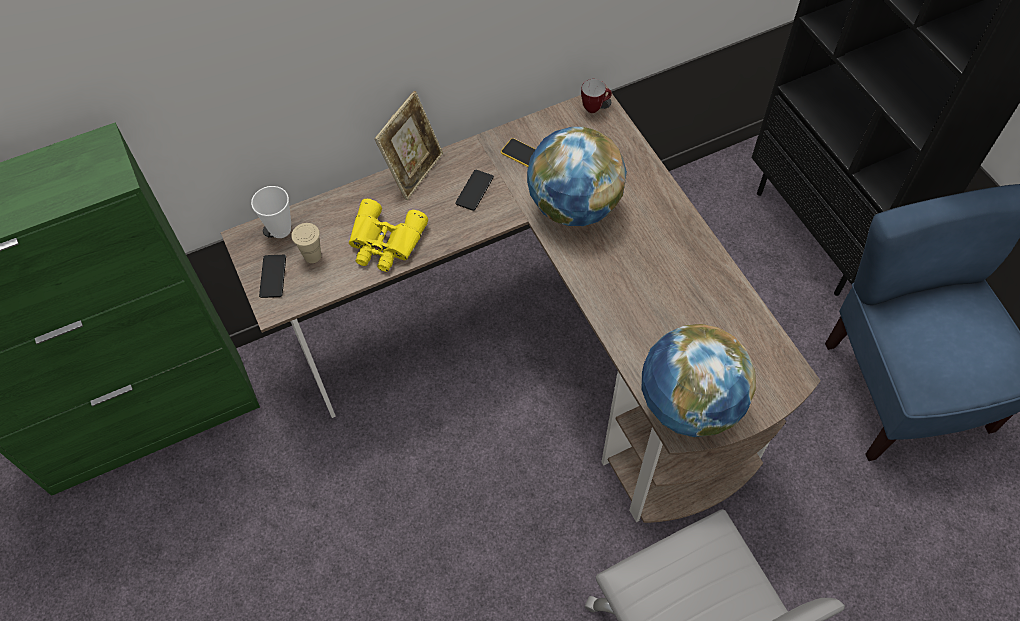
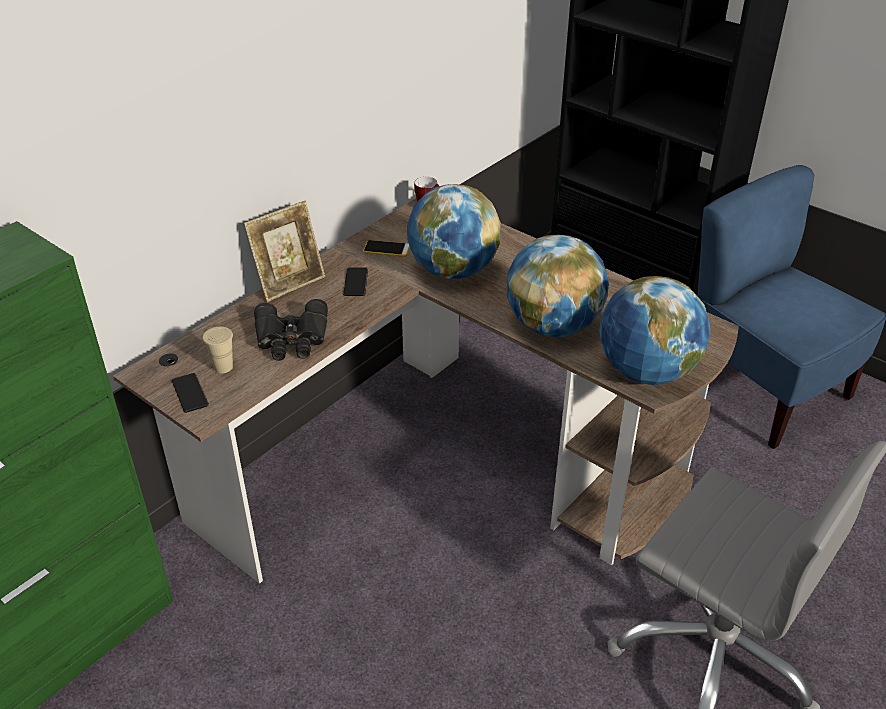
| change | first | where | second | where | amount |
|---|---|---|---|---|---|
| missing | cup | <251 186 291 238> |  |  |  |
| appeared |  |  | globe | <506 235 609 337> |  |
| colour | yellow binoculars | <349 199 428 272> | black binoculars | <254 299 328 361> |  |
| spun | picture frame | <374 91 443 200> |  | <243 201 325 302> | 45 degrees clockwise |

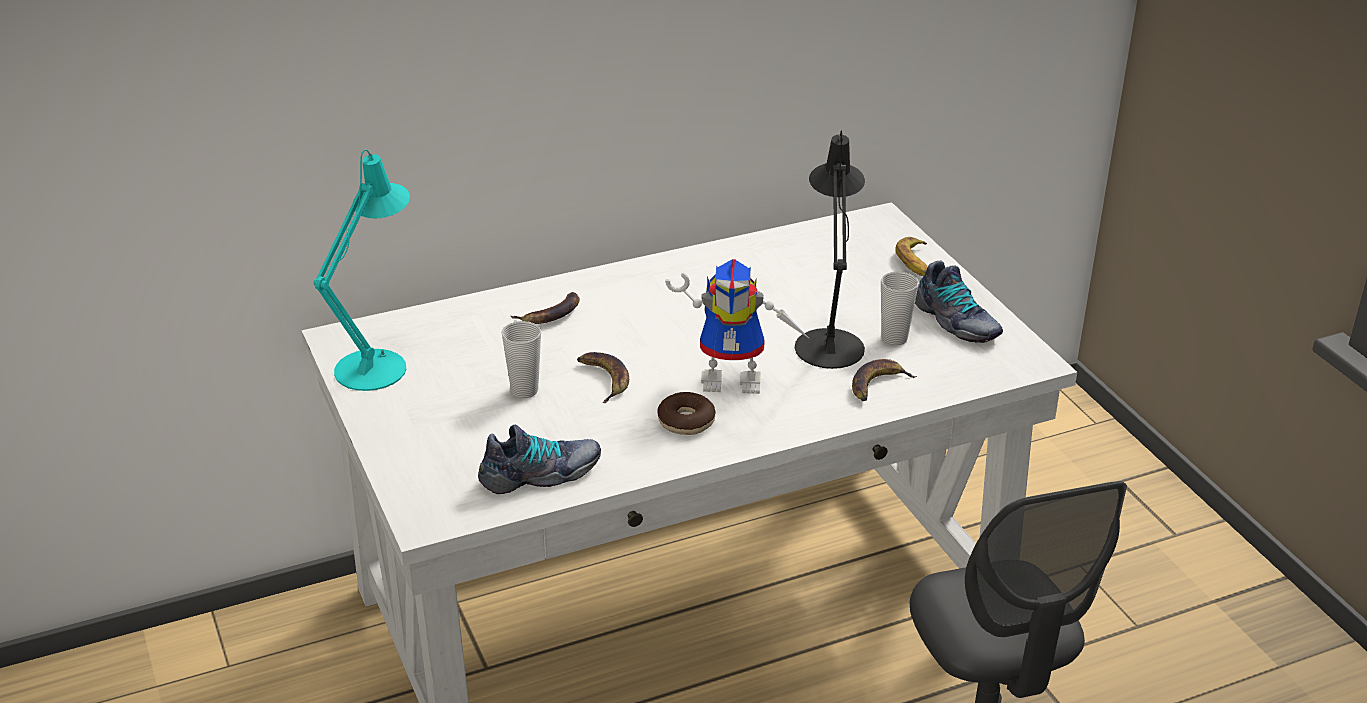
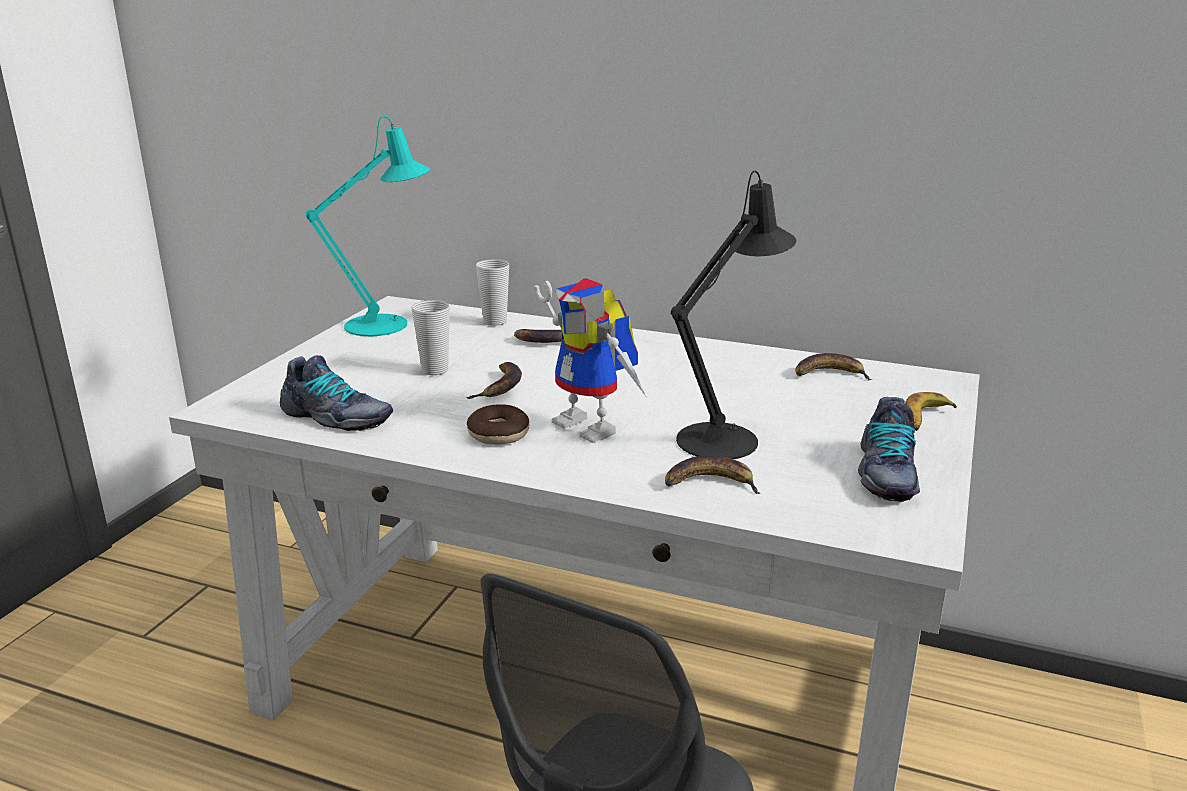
| change | first | where | second | where | amount |
|---|---|---|---|---|---|
| appeared |  |  | banana | <795 353 872 380> |  |
| relocated | cup | <881 271 919 346> |  | <476 259 509 326> |  |

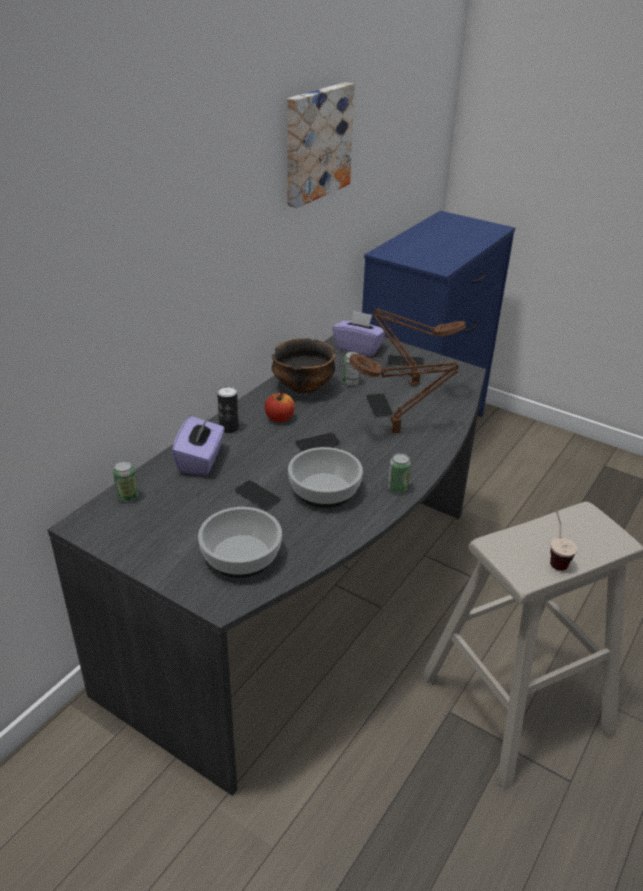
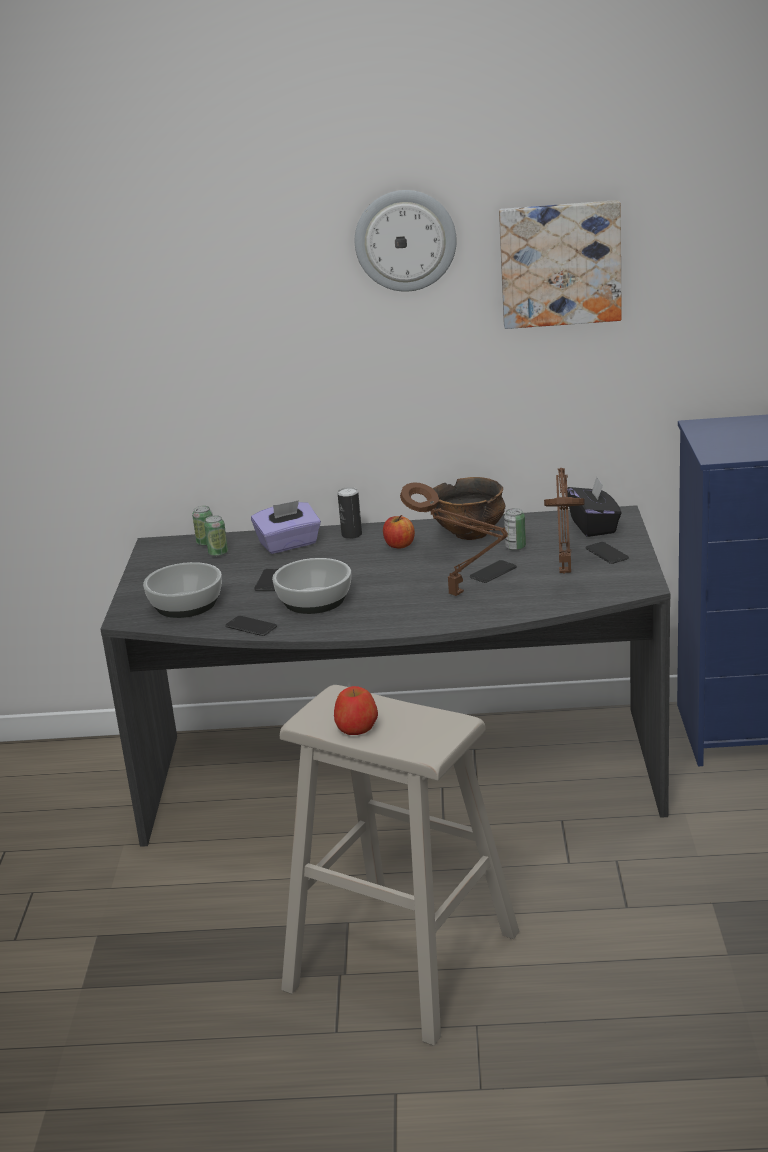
| change | first | where | second | where | amount |
|---|---|---|---|---|---|
| appeared |  |  | wall clock | <355 190 457 292> |  |
| relocated | phone | <295 433 340 452> |  | <225 616 277 636> |  |
| relocated | can | <388 453 411 494> |  | <204 515 228 557> |  |
| exchanged | cup | <550 510 577 571> | apple | <334 686 378 735> |  |
| colour | purple tissue box | <333 310 386 356> | black tissue box | <567 477 622 537> |  |

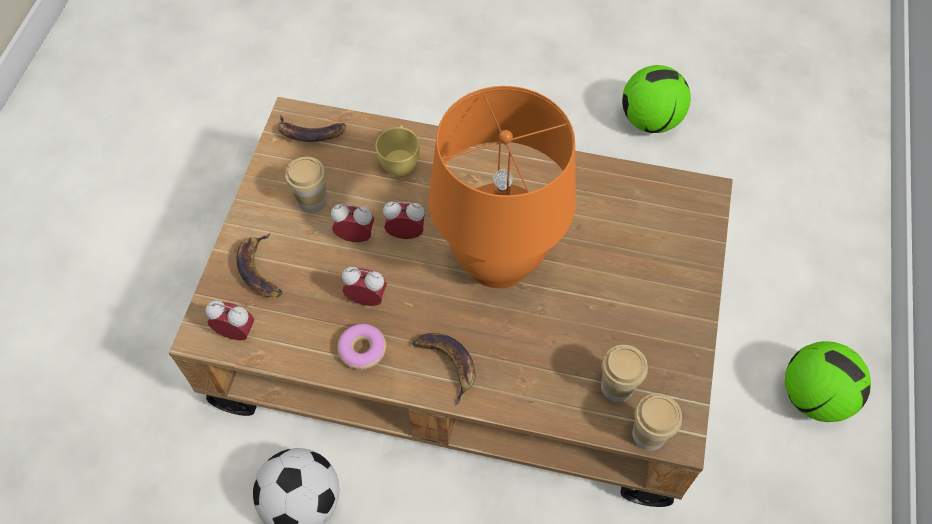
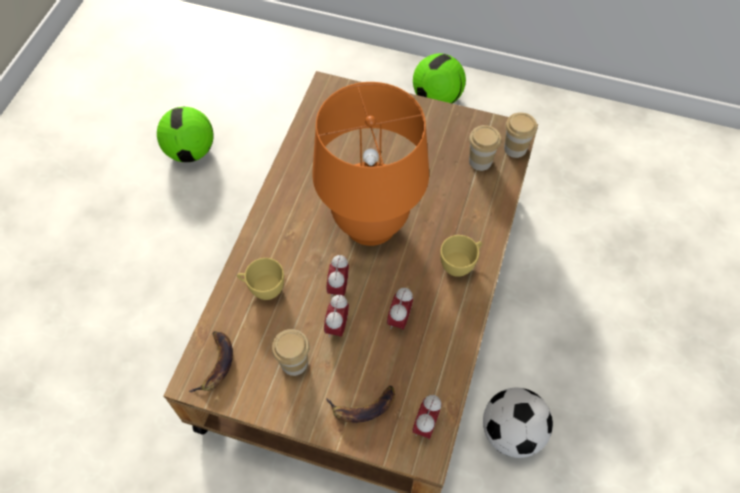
| change | first | where | second | where | amount |
|---|---|---|---|---|---|
| missing | donut | <337 324 386 370> |  |  |  |
| exchanged | banana | <412 333 476 405> | yellow cup | <440 235 482 277> |  |

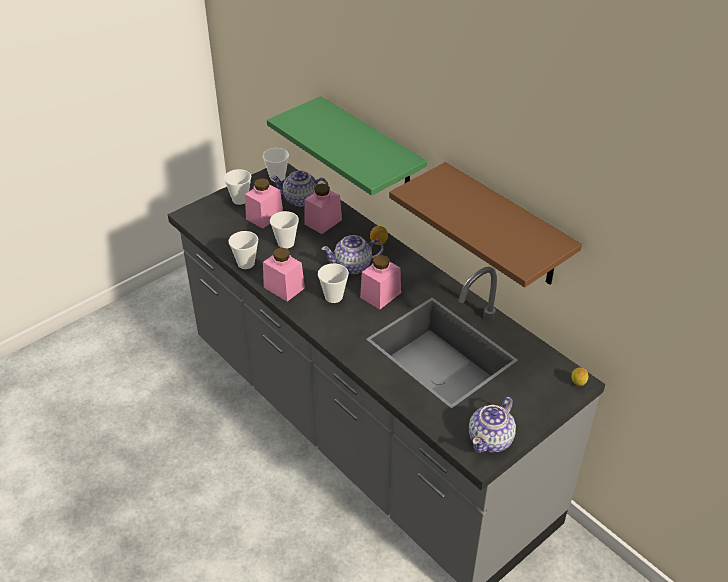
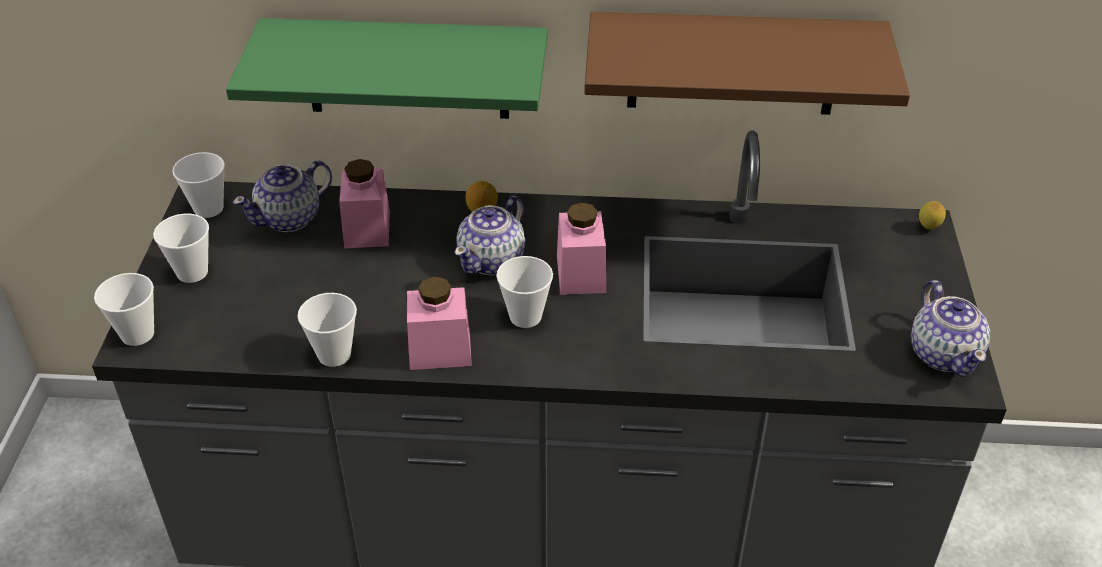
| change | first | where | second | where | amount |
|---|---|---|---|---|---|
| missing | pink jar | <245 178 283 229> |  |  |  |
| relocated | cup | <270 211 299 248> |  | <94 273 154 346> |  |

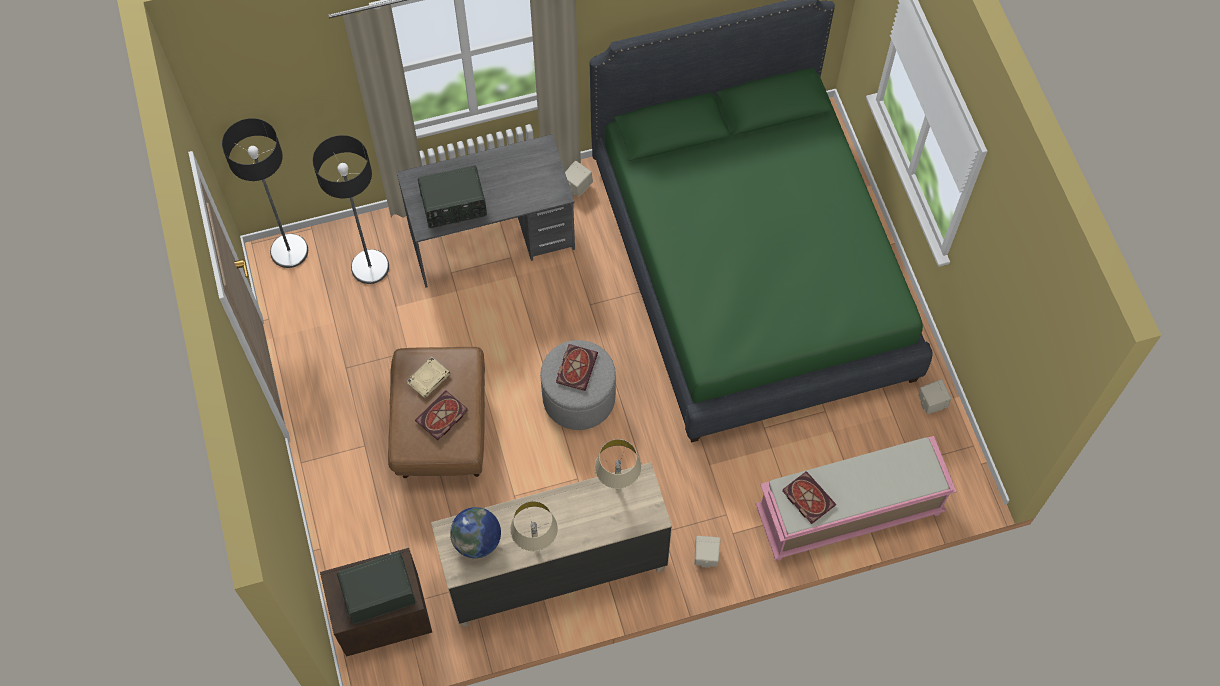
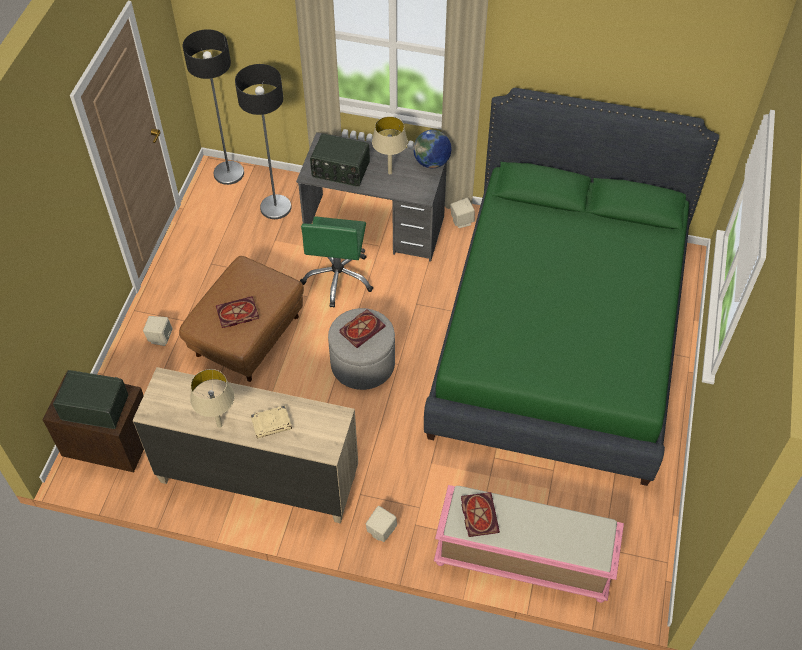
| change | first | where | second | where | amount |
|---|---|---|---|---|---|
| appeared |  |  | green office chair | <300 216 373 308> |  |
| relocated | beige book | <407 357 450 398> |  | <250 405 292 439> |  |
| relocated | globe | <450 507 501 558> |  | <413 130 451 168> |  |
| relocated | beige table lamp | <595 439 641 490> |  | <372 116 408 174> |  |
| relocated | beige speaker | <918 379 951 414> |  | <143 316 173 346> |  |

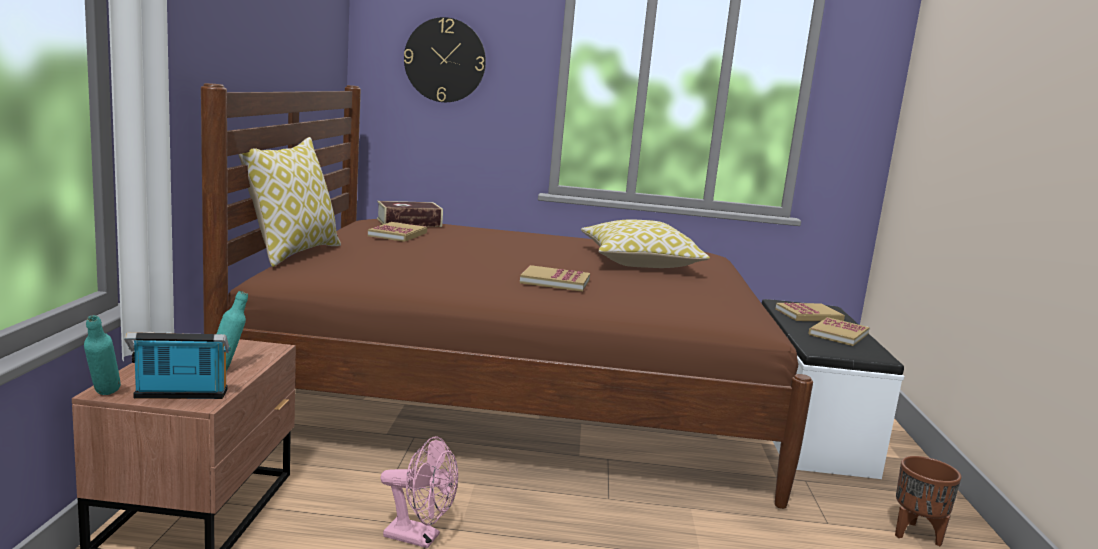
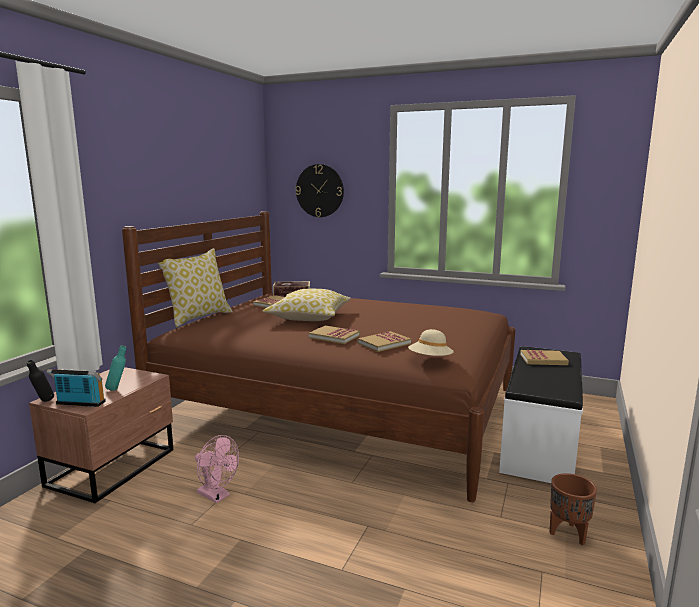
| change | first | where | second | where | amount |
|---|---|---|---|---|---|
| appeared |  |  | beige hat | <408 329 454 356> |  |
| relocated | pillow | <581 220 710 268> |  | <263 289 351 321> |  |
| relocated | book | <808 317 870 346> |  | <358 331 411 352> |  |
| colour | turquoise bottle | <84 315 121 395> | black bottle | <27 360 54 402> |  |

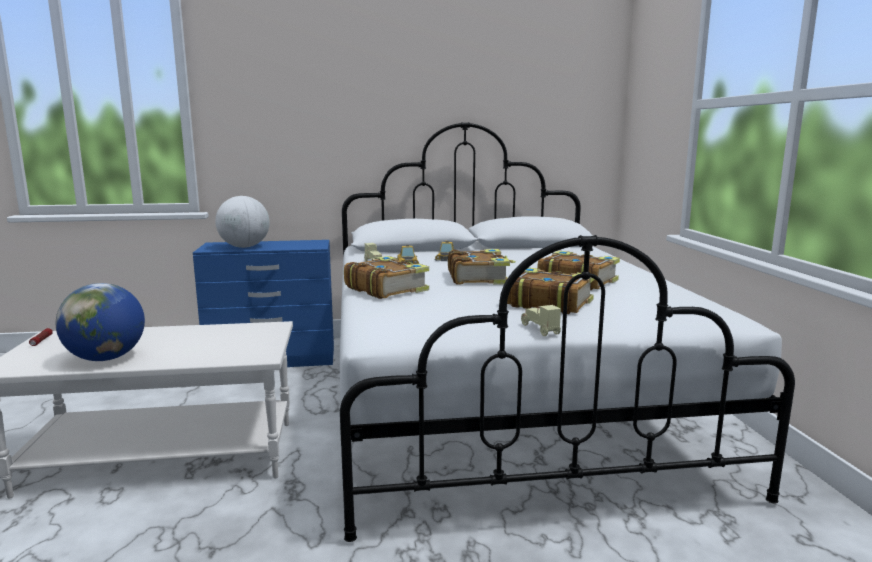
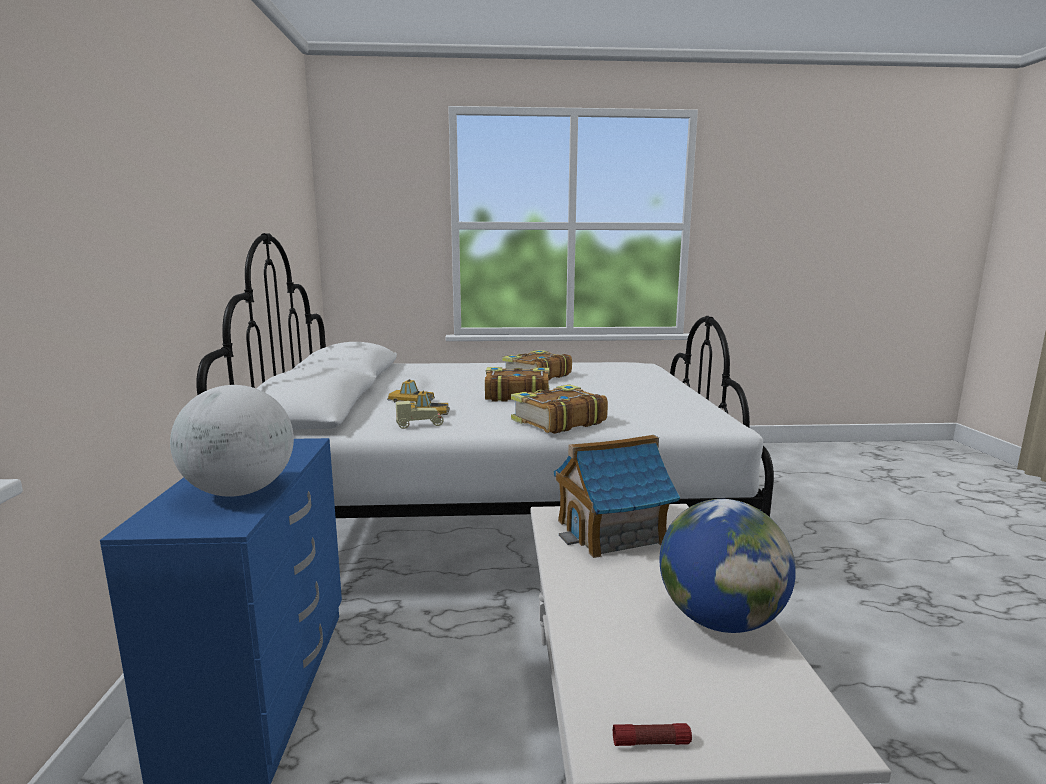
| change | first | where | second | where | amount |
|---|---|---|---|---|---|
| missing | book | <505 268 595 314> |  |  |  |
| missing | beige toy car | <521 305 561 336> |  |  |  |
| appeared |  |  | toy house | <554 435 680 558> |  |

